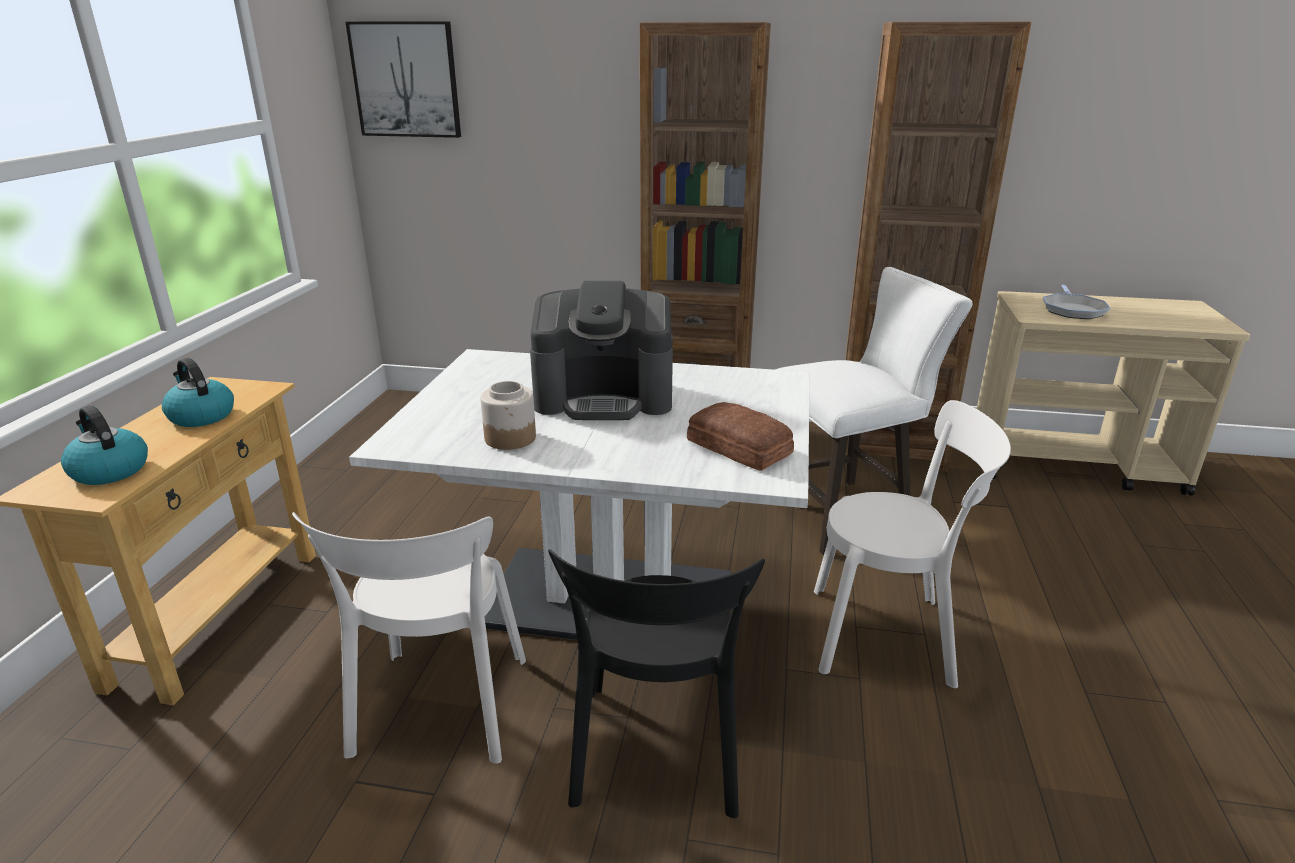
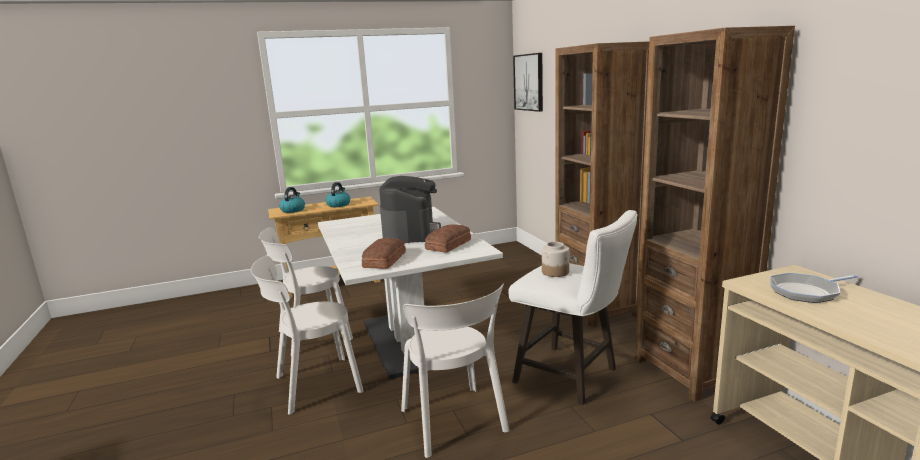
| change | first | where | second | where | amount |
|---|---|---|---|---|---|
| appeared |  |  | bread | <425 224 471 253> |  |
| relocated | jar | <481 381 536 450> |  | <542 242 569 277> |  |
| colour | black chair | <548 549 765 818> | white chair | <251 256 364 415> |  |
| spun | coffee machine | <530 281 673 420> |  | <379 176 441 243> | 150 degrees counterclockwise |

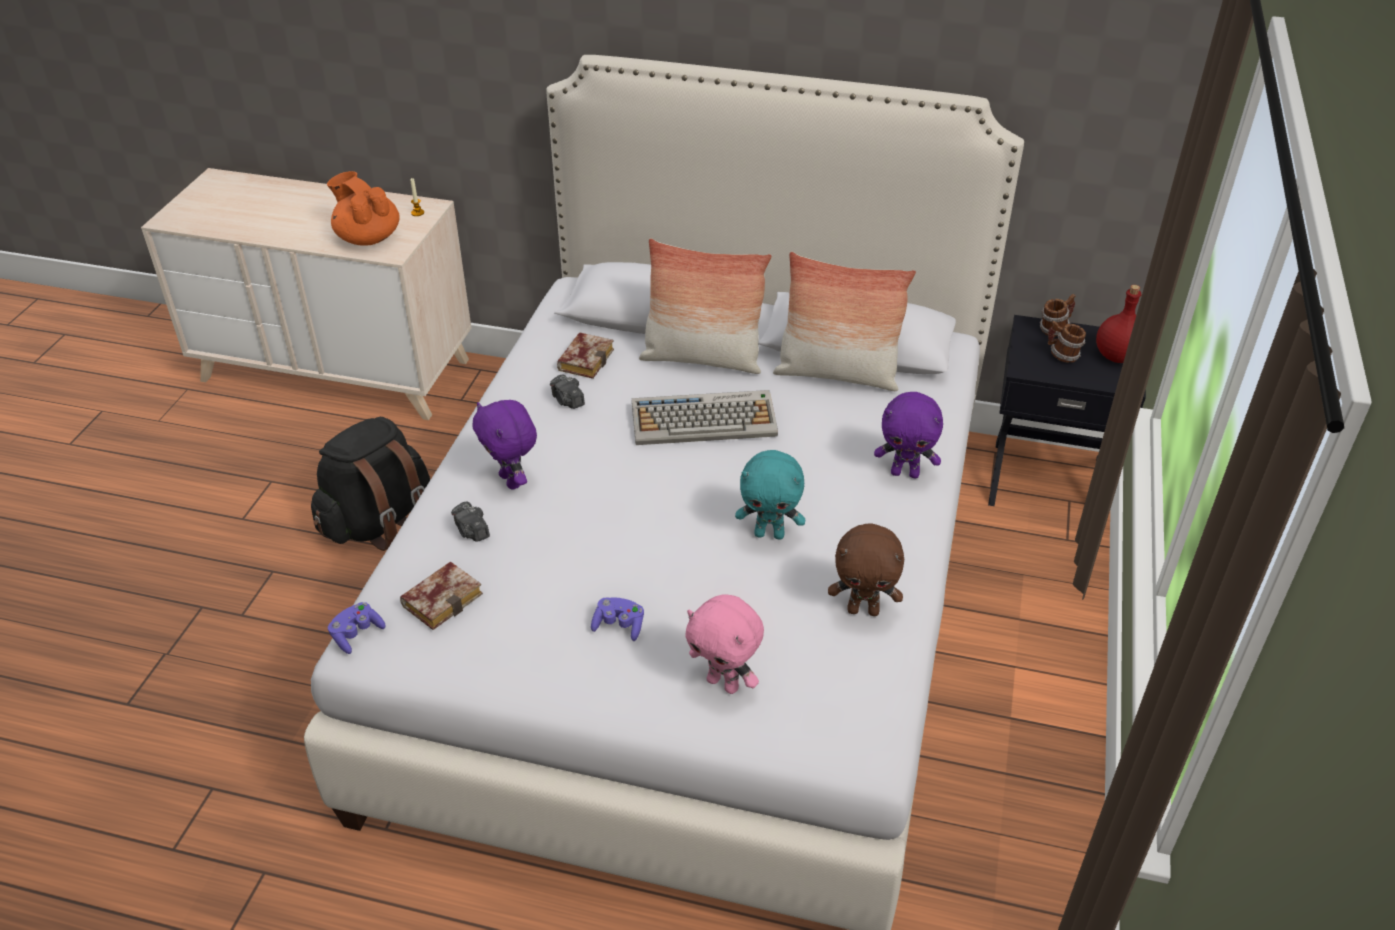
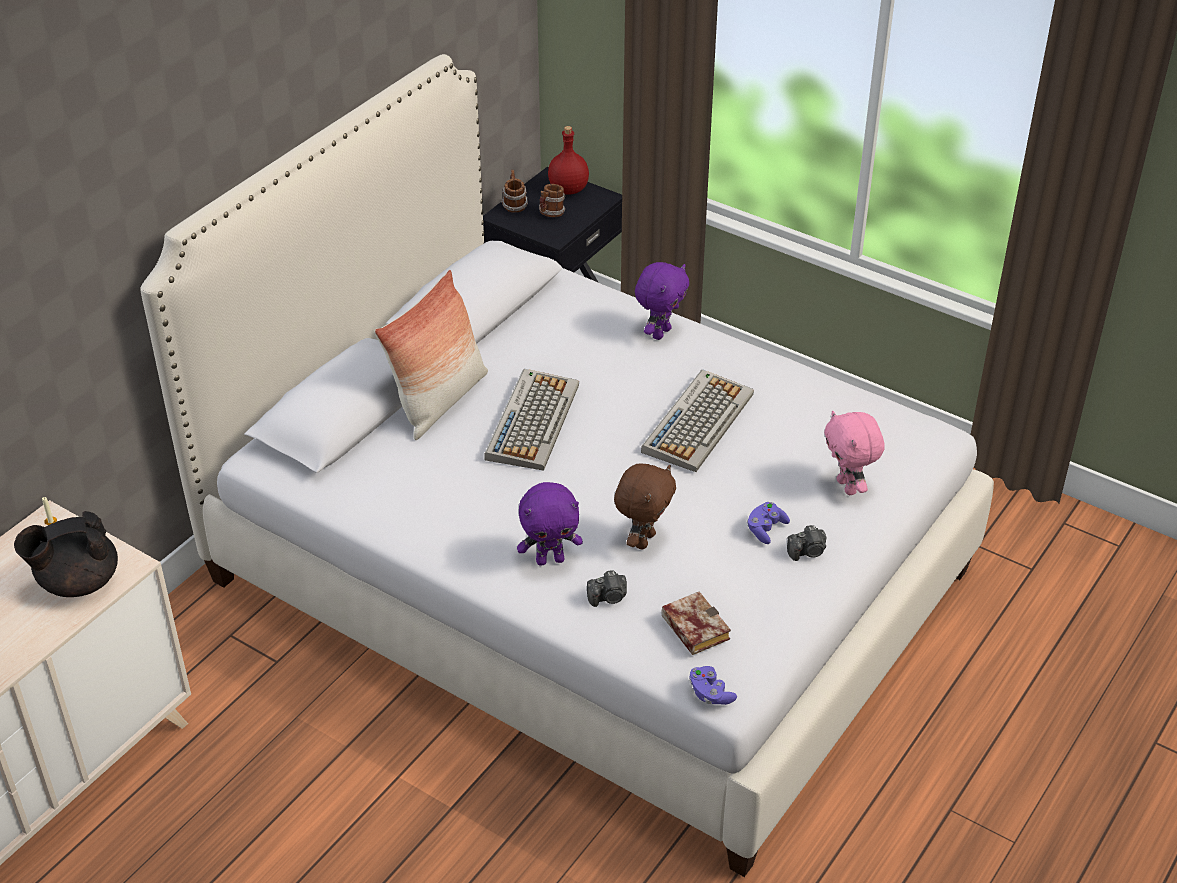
| change | first | where | second | where | amount |
|---|---|---|---|---|---|
| missing | black backpack | <311 417 430 551> |  |  |  |
| missing | book | <557 332 614 379> |  |  |  |
| missing | pillow | <773 252 916 391> |  |  |  |
| relocated | photo camera | <550 374 585 409> |  | <787 525 826 561> |  |
| relocated | brown plush toy | <828 523 904 616> |  | <614 463 676 550> |  |
| exchanged | turquoise plush toy | <735 450 805 540> | keyboard | <641 370 754 472> |  |
| colour | orange teapot | <327 171 400 246> | black teapot | <14 511 118 597> |  |
| spun | pink plush toy | <685 594 764 694> |  | <824 411 885 495> | 105 degrees clockwise |

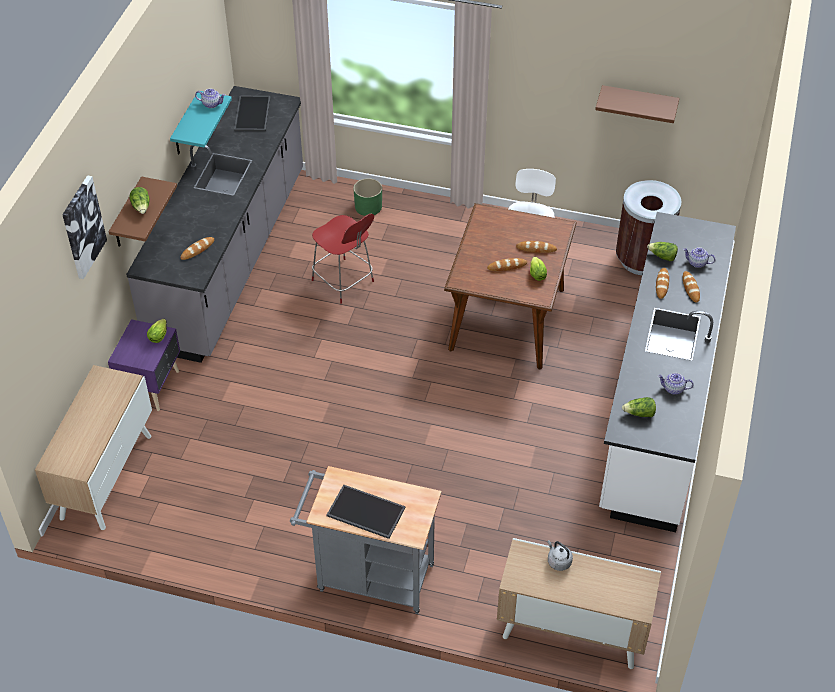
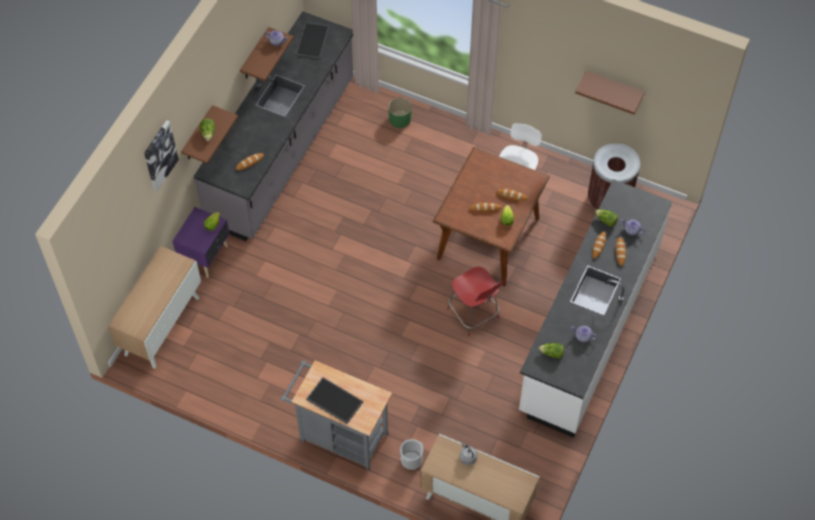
| change | first | where | second | where | amount |
|---|---|---|---|---|---|
| appeared |  |  | bucket | <400 439 423 470> |  |
| relocated | red chair | <312 213 374 304> |  | <447 267 505 336> |  |
| colour | turquoise shelf | <170 91 232 155> | brown shelf | <240 27 294 81> |  |

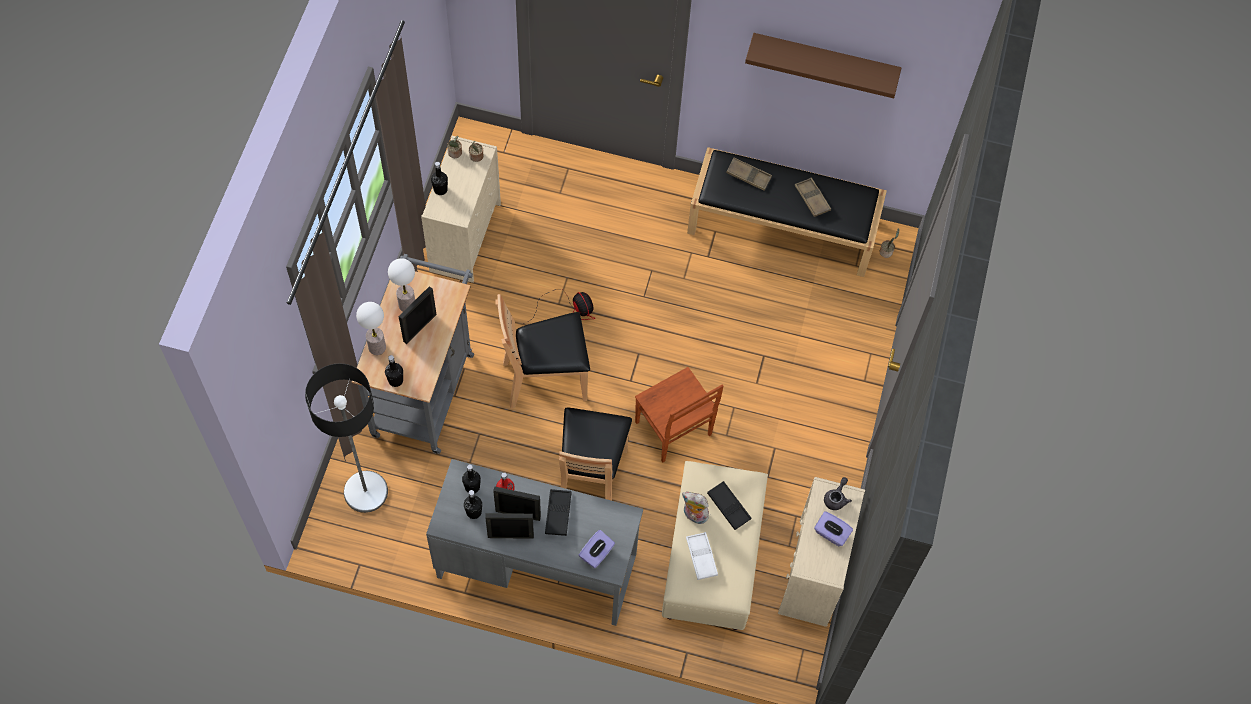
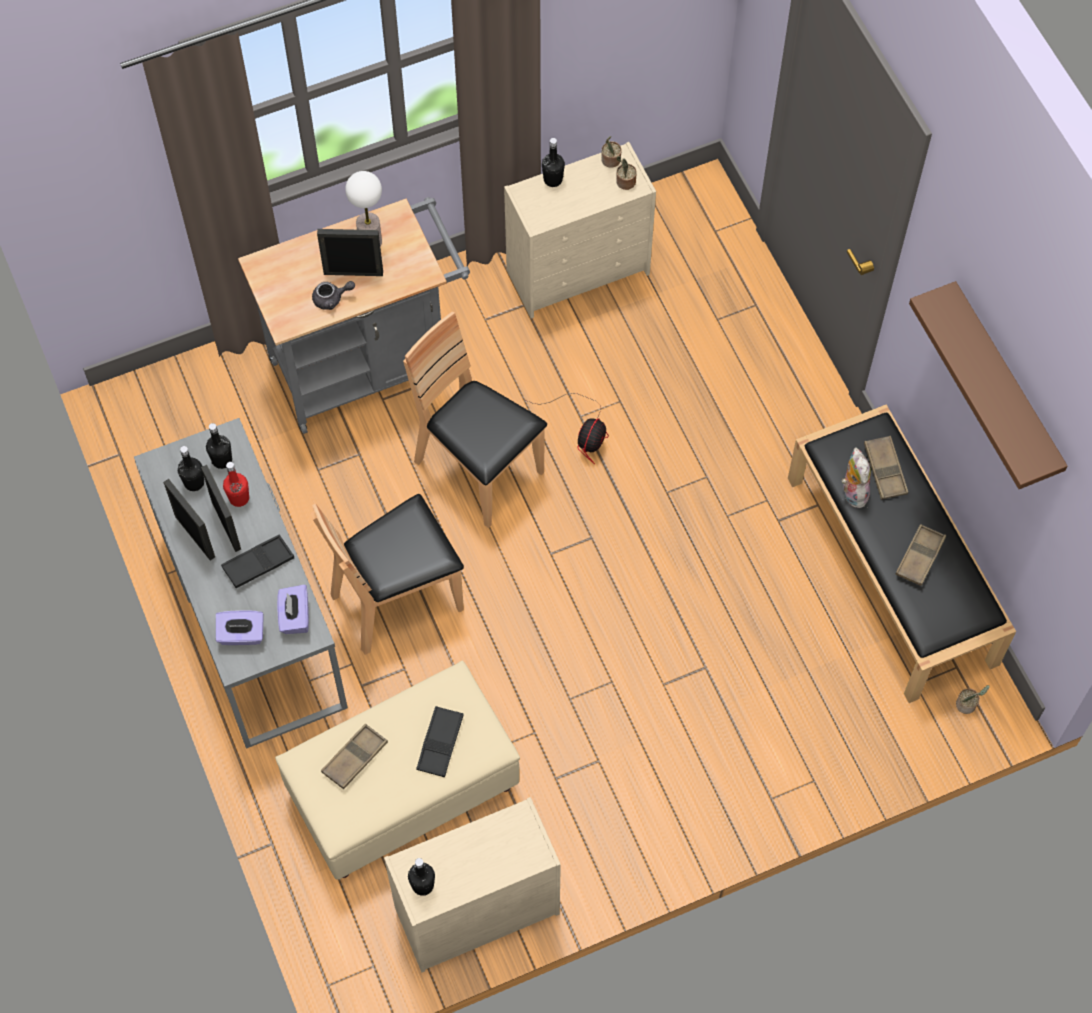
| change | first | where | second | where | amount |
|---|---|---|---|---|---|
| missing | floor lamp | <305 363 388 513> |  |  |  |
| missing | table lamp | <356 302 386 355> |  |  |  |
| missing | brown chair | <635 367 724 462> |  |  |  |
| relocated | black bottle | <385 355 403 387> |  | <408 858 435 896> |  |
| relocated | plush toy | <682 492 709 524> |  | <842 447 871 508> |  |
| relocated | purple tissue box | <814 511 853 546> |  | <277 584 309 634> |  |
| relocated | grey teapot | <824 477 852 510> |  | <312 281 355 310> |  |
| colour | white tray | <686 532 718 580> | brown tray | <321 724 388 789> |  |

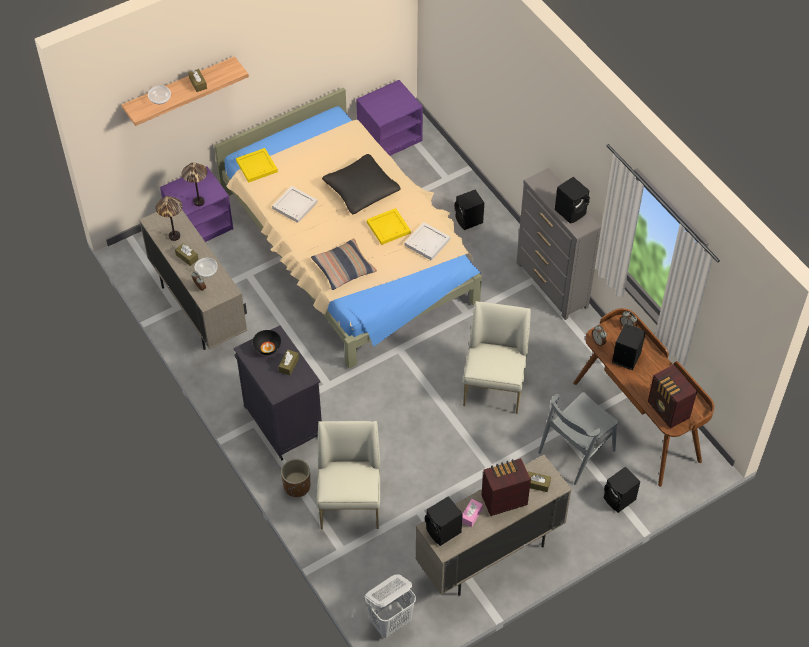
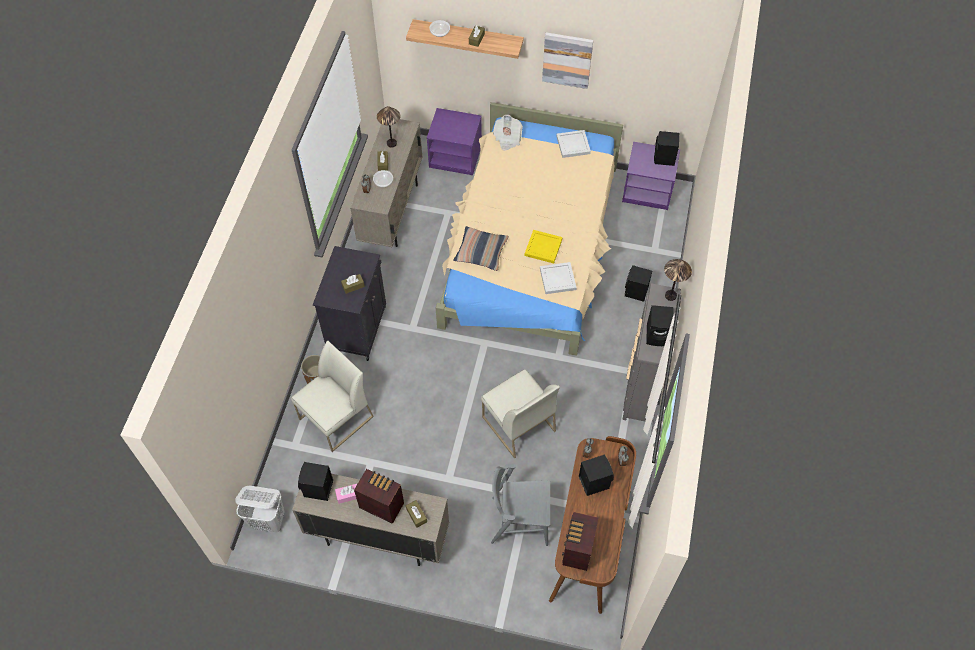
| change | first | where | second | where | amount |
|---|---|---|---|---|---|
| missing | black bowl | <253 330 281 355> |  |  |  |
| missing | black pillow | <322 154 401 214> |  |  |  |
| appeared |  |  | picture | <542 32 593 89> |  |
| relocated | table lamp | <182 162 207 206> |  | <664 259 692 301> |  |
| relocated | white tray | <272 186 318 223> |  | <556 130 591 158> |  |
| relocated | black speaker | <604 467 640 513> |  | <654 131 679 166> |  |
| exchanged | yellow tray | <236 148 278 183> | newspaper | <493 115 523 151> |  |
| spun | white chair | <463 301 531 414> |  | <481 369 560 458> | 90 degrees clockwise |

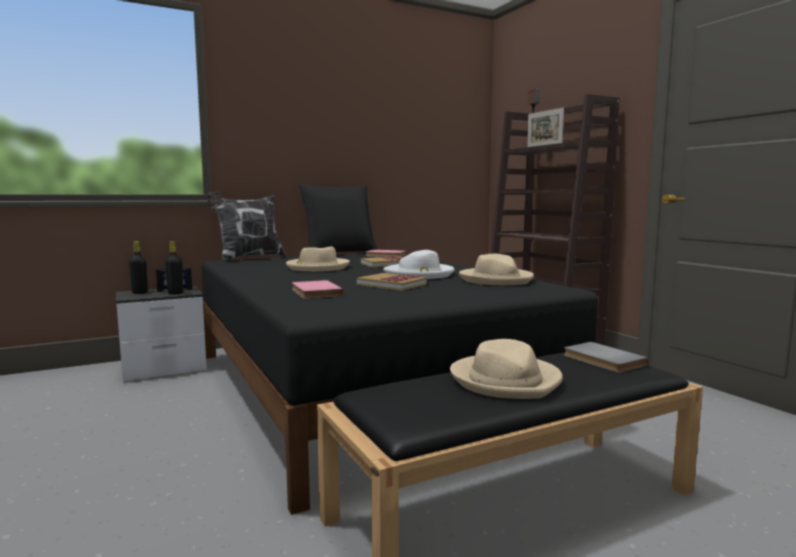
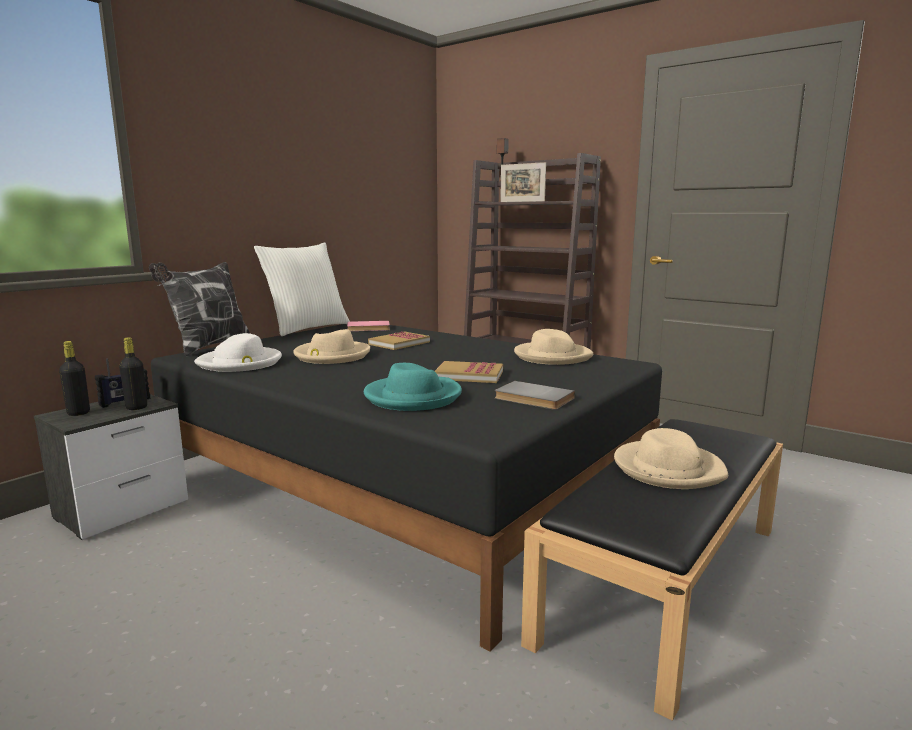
| change | first | where | second | where | amount |
|---|---|---|---|---|---|
| relocated | white hat | <383 250 454 279> |  | <194 333 282 372> |  |
| relocated | grey book | <564 342 649 373> |  | <495 381 575 410> |  |
| exchanged | pink book | <292 280 344 299> | turquoise hat | <364 363 462 411> |  |
| colour | black pillow | <299 184 378 252> | white pillow | <254 242 350 336> |  |

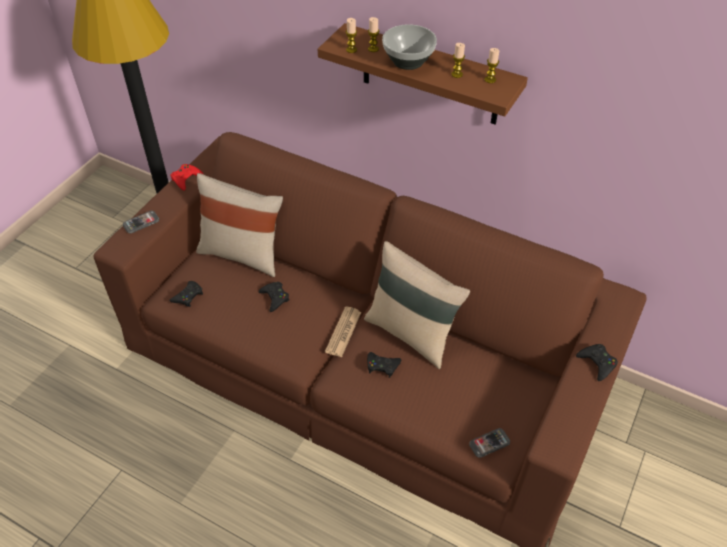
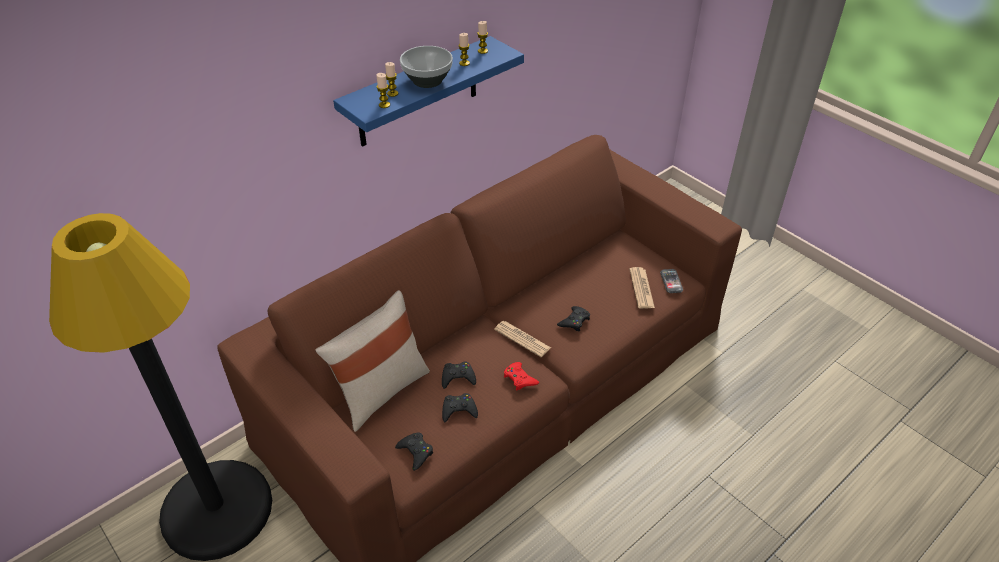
| change | first | where | second | where | amount |
|---|---|---|---|---|---|
| missing | phone | <123 211 159 234> |  |  |  |
| missing | beige pillow | <364 241 470 369> |  |  |  |
| appeared |  |  | newspaper | <629 267 655 309> |  |
| relocated | red game controller | <170 164 204 191> |  | <504 362 539 391> |  |
| relocated | black game controller | <576 344 618 381> |  | <442 393 478 422> |  |
| colour | brown shelf | <318 23 528 124> | blue shelf | <333 36 524 147> |  |

